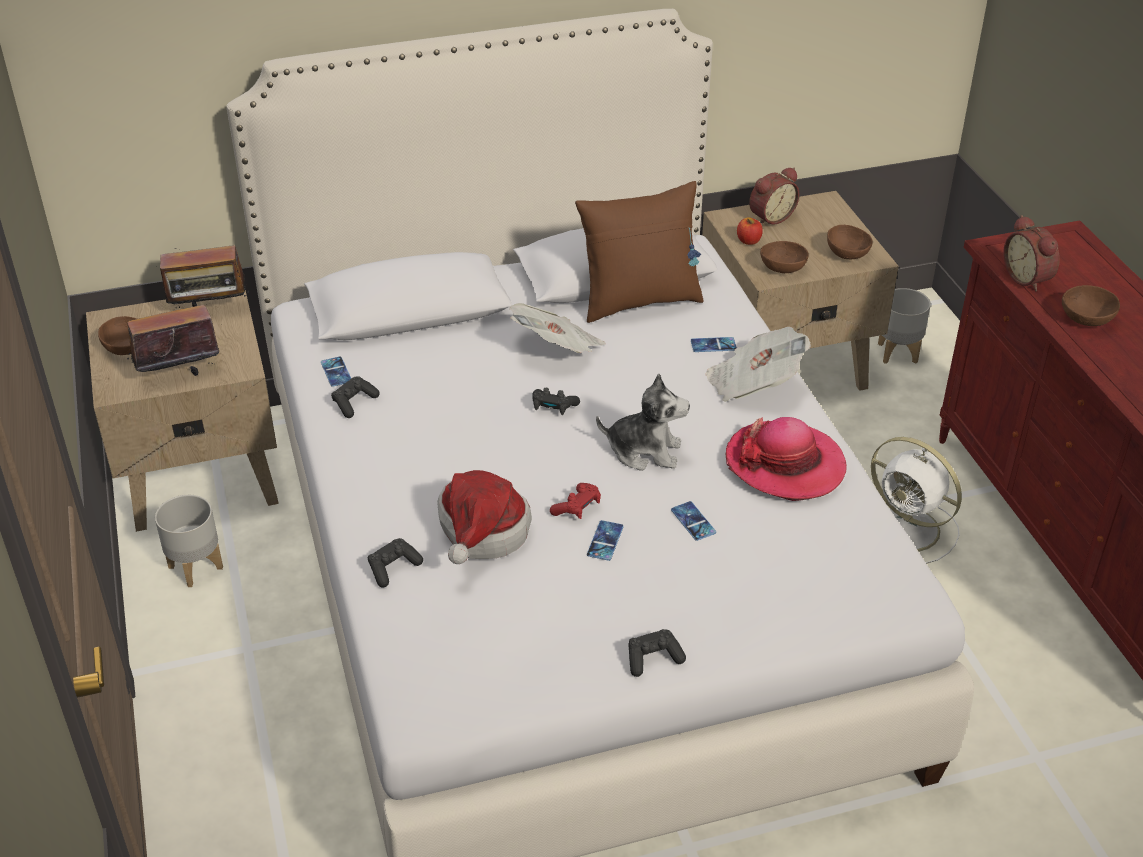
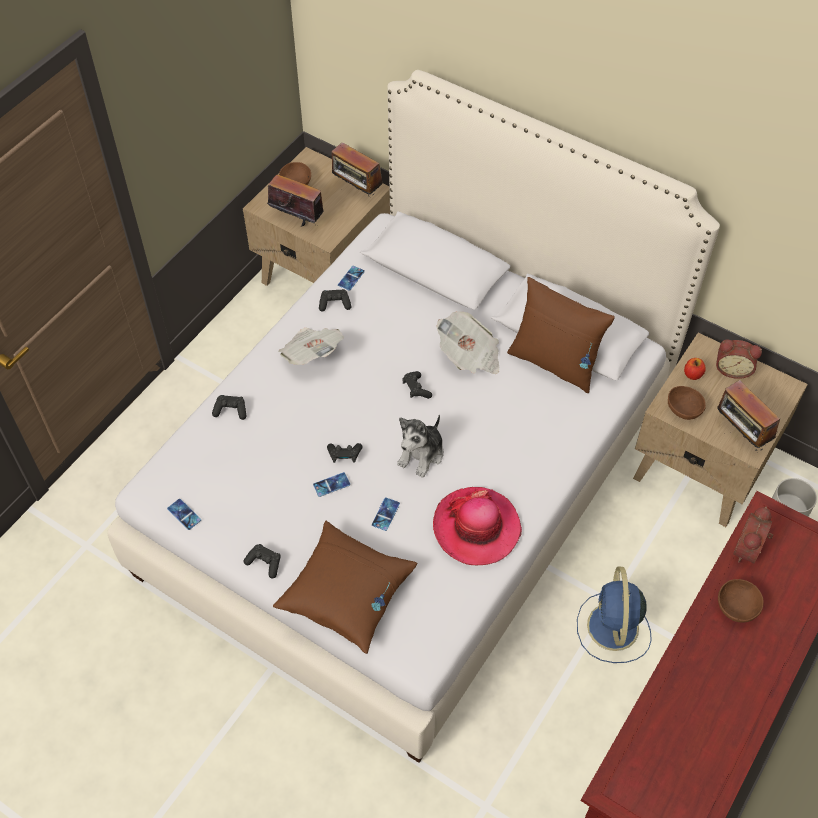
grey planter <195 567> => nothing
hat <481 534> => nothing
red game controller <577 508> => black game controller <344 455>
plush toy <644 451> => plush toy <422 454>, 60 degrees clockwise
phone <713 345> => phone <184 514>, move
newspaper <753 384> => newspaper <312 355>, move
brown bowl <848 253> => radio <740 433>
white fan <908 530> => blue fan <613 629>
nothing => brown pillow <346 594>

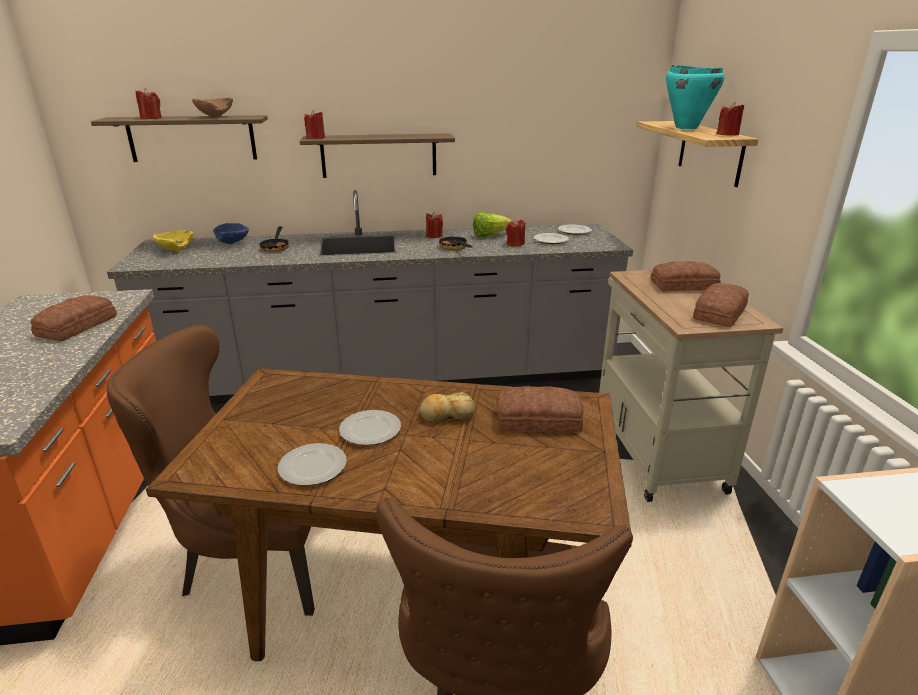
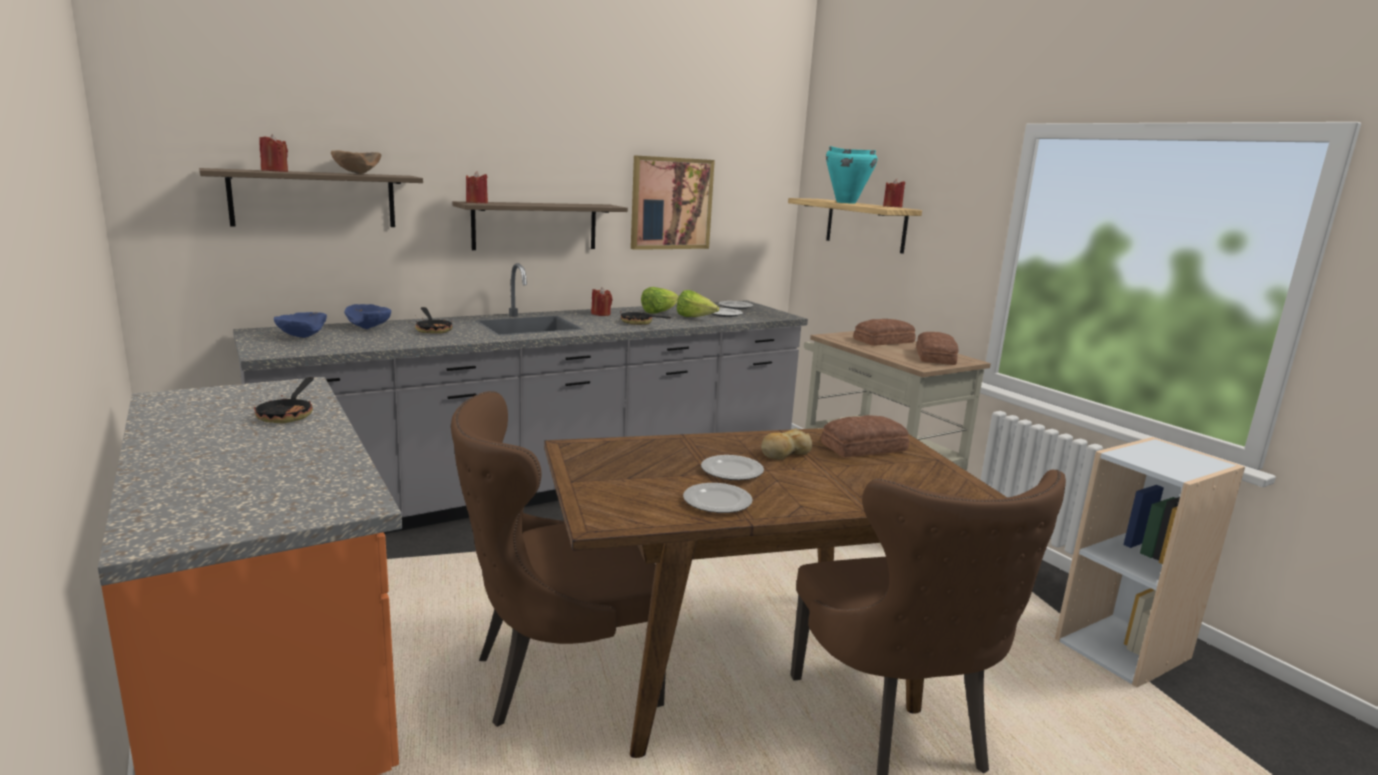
bread <79 326> => frying pan <289 414>
yellow bowl <176 250> => blue bowl <301 337>
red candle <515 244> => lettuce <694 318>
nothing => picture <671 203>

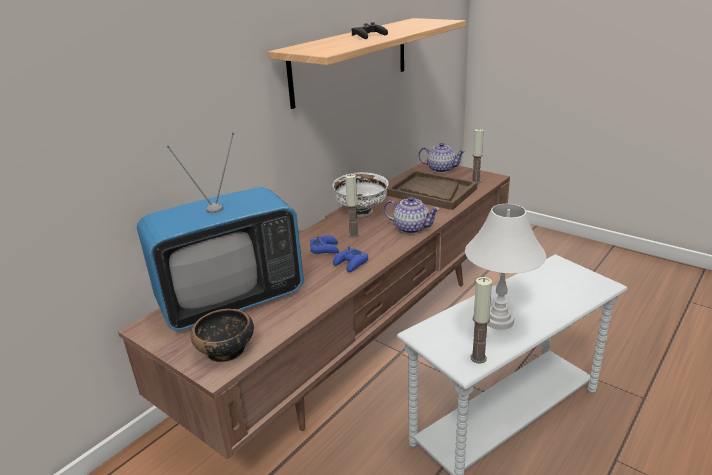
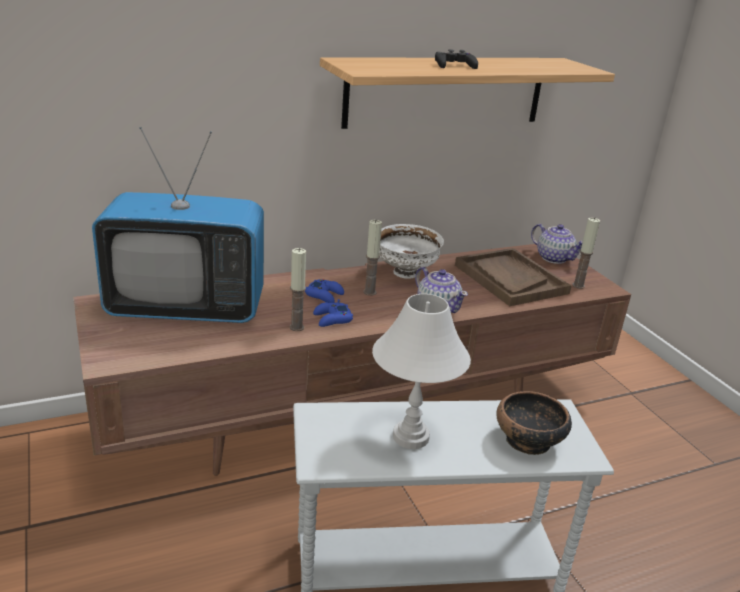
bowl <226 350> => bowl <528 441>, move
candle <478 358> => candle <296 327>, move

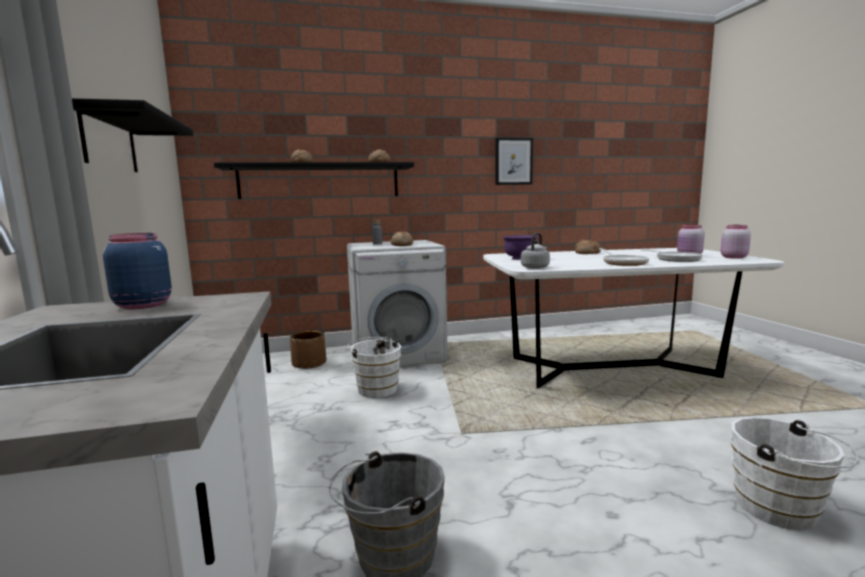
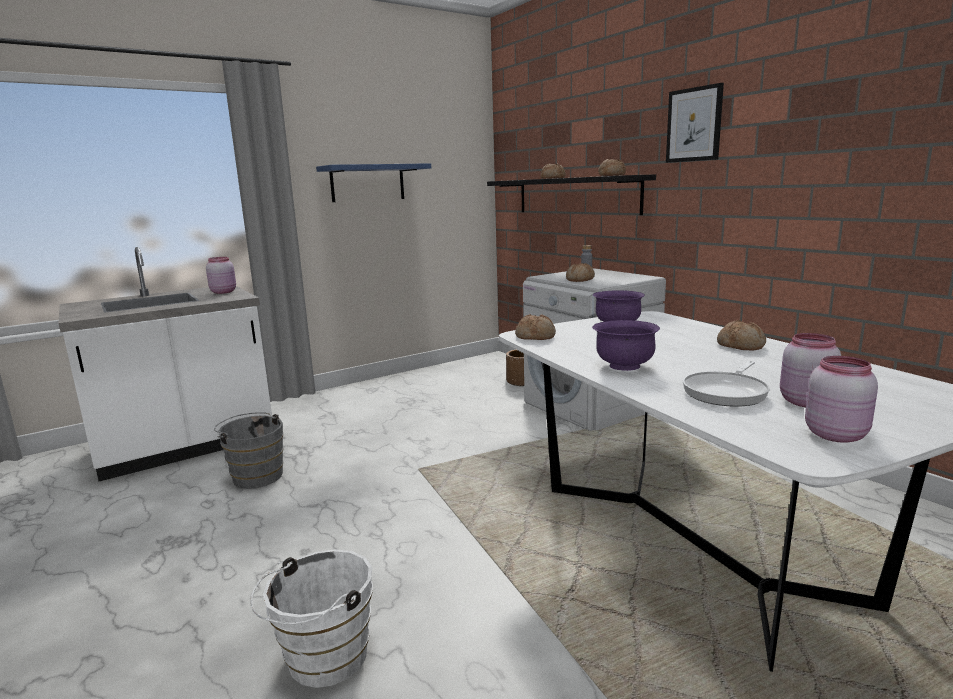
black shelf <109 142> => blue shelf <367 183>
blue jar <142 305> => pink jar <224 292>
white bucket <376 388> => nothing
picture <513 161> => picture <694 125>, move
grey kettle <535 267> => bread <536 336>
frying pan <623 263> => purple bowl <624 366>

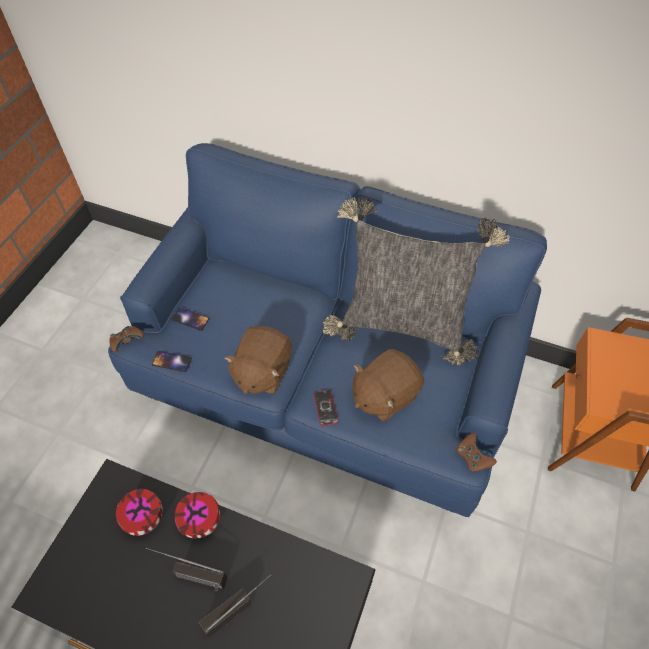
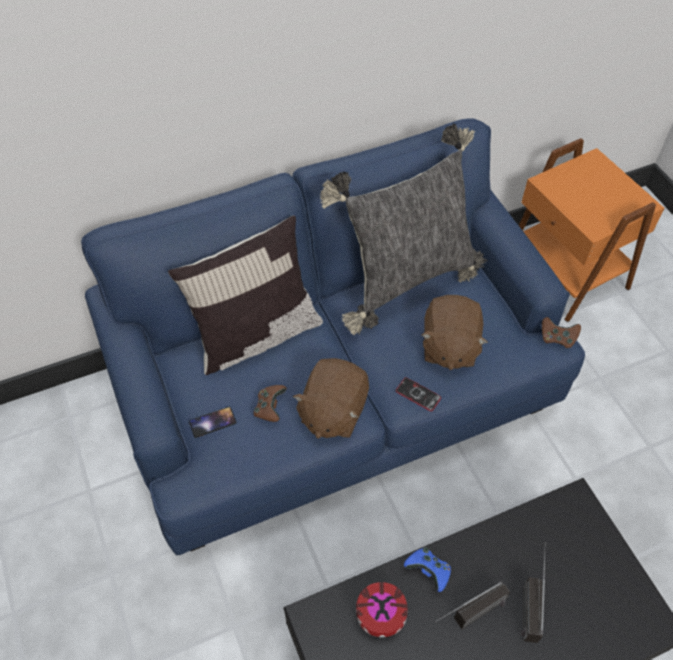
brown game controller <127 342> => brown game controller <270 408>, move
phone <172 361> => nothing
bowl <202 522> => blue game controller <428 571>
brown plush toy <262 372> => brown plush toy <332 411>, 45 degrees clockwise
nothing => pillow <256 335>

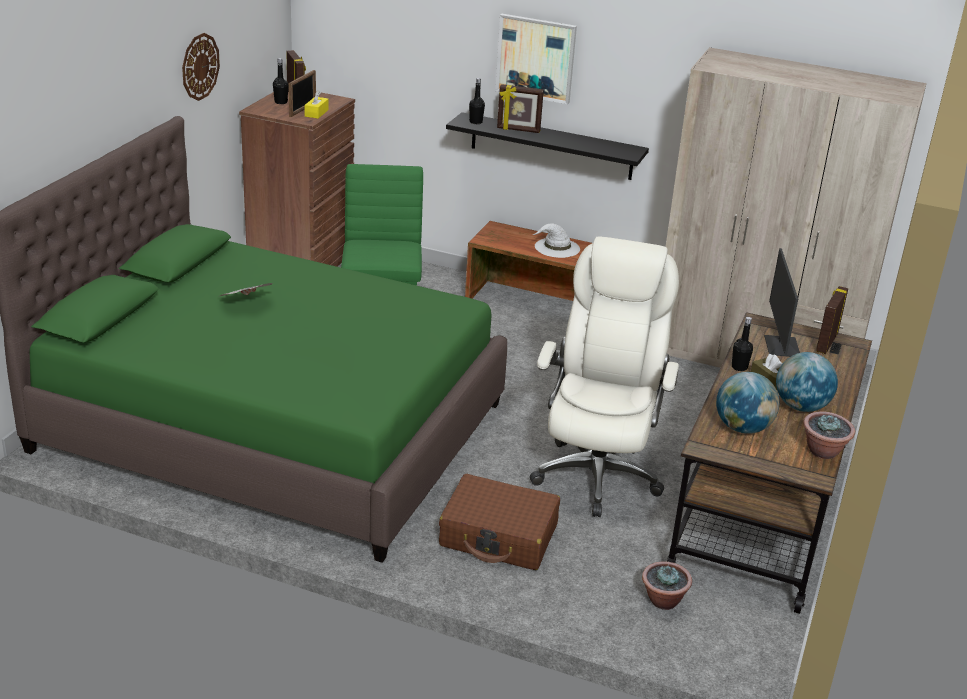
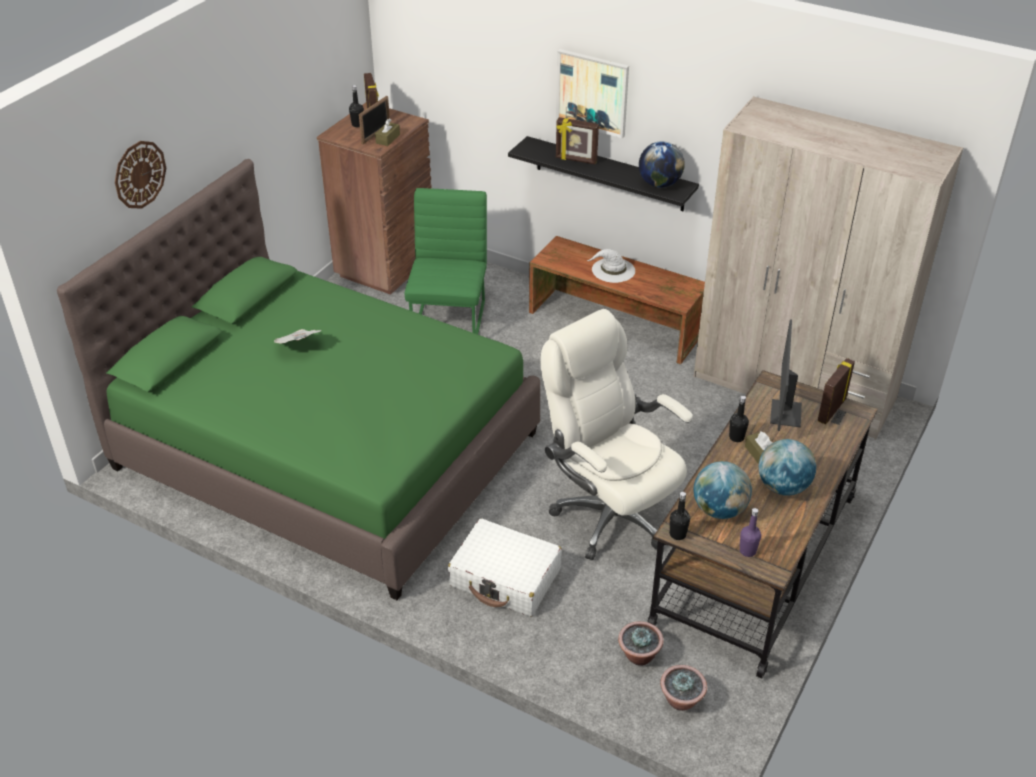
wall clock <200 66> => wall clock <139 174>, move
yellow tissue box <316 113> => brown tissue box <388 139>
brown suitcase <499 536> => white suitcase <505 578>
black bottle <476 122> => black bottle <678 534>, move
white office chair <597 475> => white office chair <609 516>, 60 degrees counterclockwise
potted plant <823 451> => potted plant <681 701>, move
nothing => globe <659 184>
nothing => purple bottle <747 551>

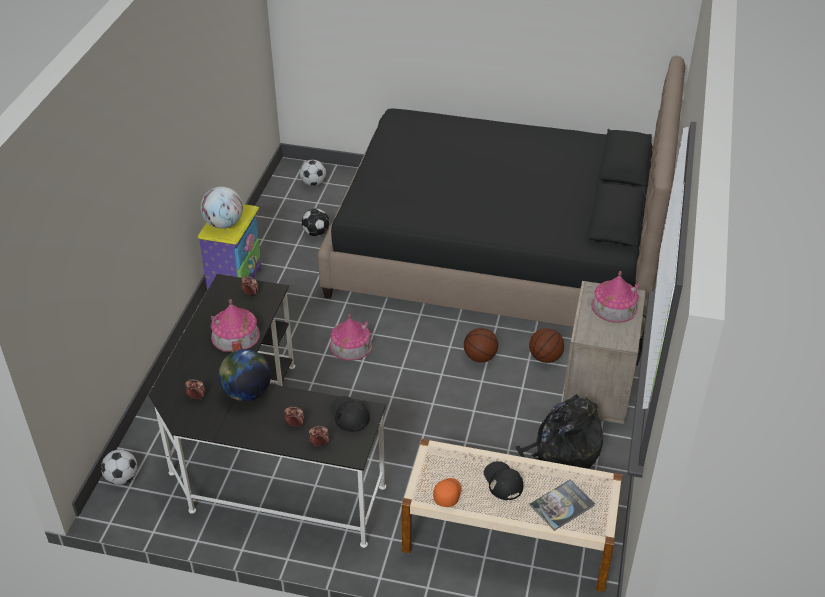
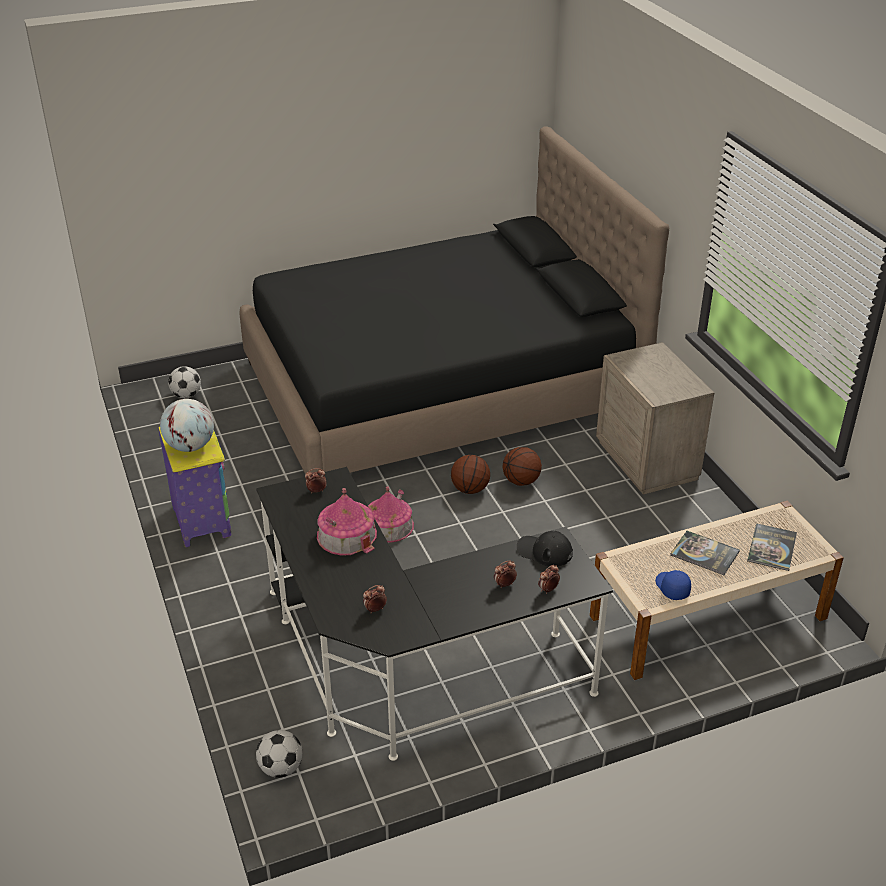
globe <246 392> => nothing
football <316 233> => nothing
orange cap <447 494> => blue cap <671 588>
black cap <503 481> => book <704 553>
black backpack <561 453> => nothing
basketball <545 357> => basketball <470 489>, move
toy house <614 306> => nothing

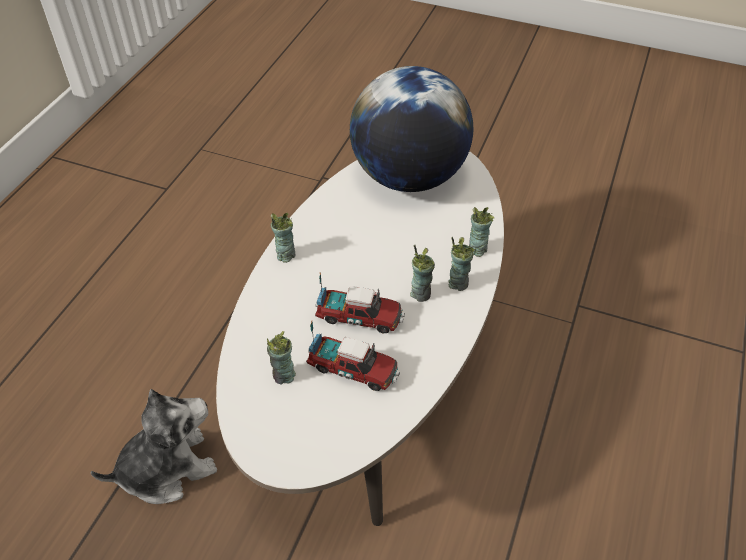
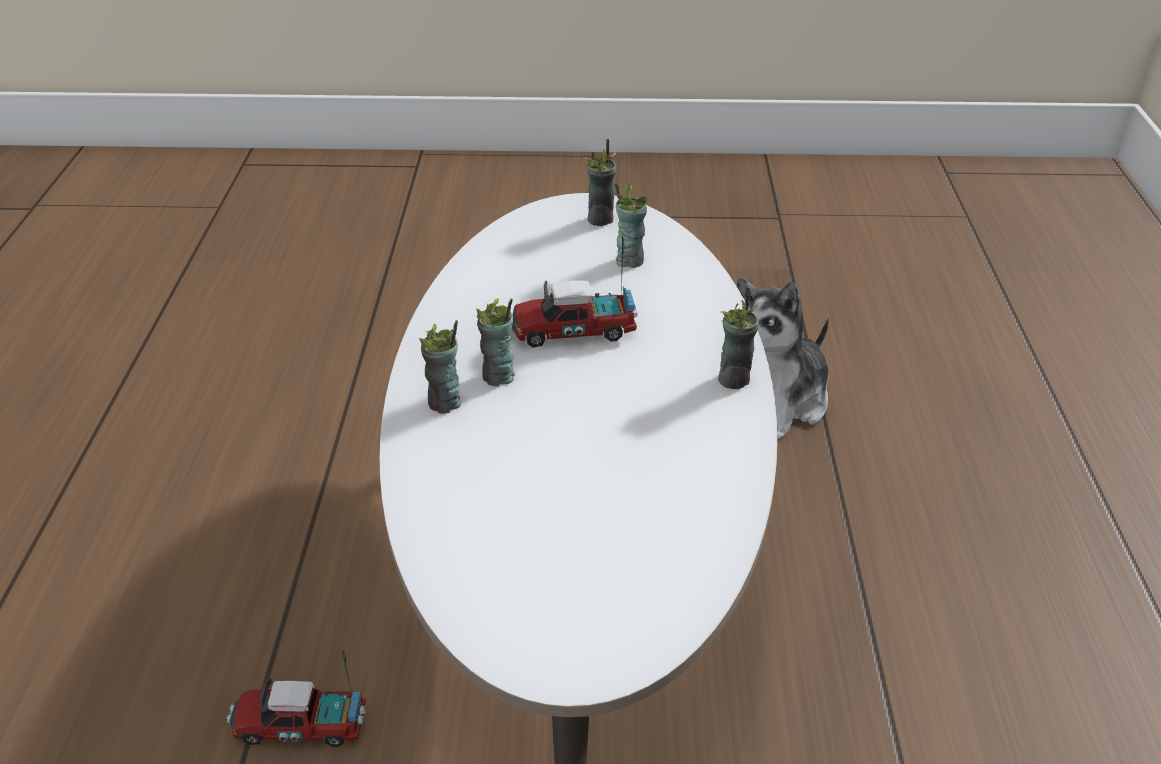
toy truck <354 369> => toy truck <299 726>, move
globe <409 177> => nothing
cup <477 249> => cup <601 219>, move

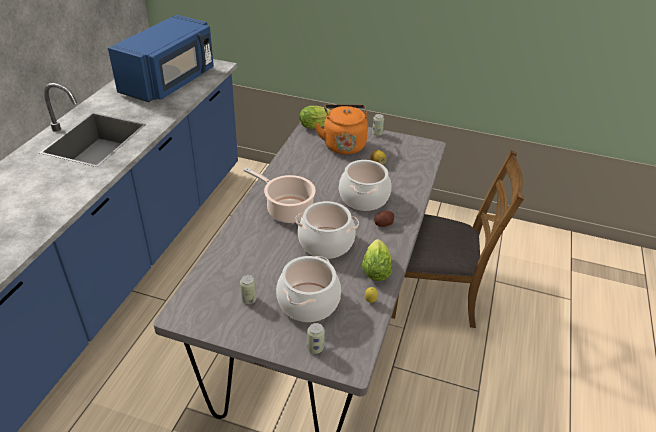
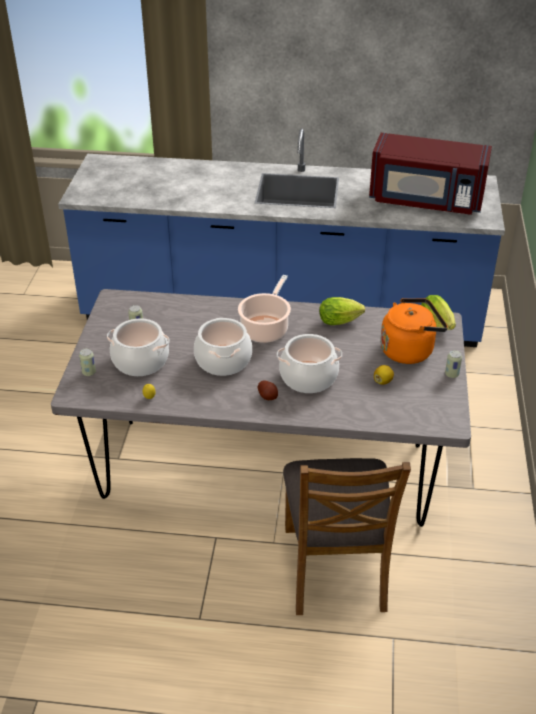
blue microwave <170 82> => red microwave <426 200>
lettuce <376 268> => lettuce <341 321>, move

